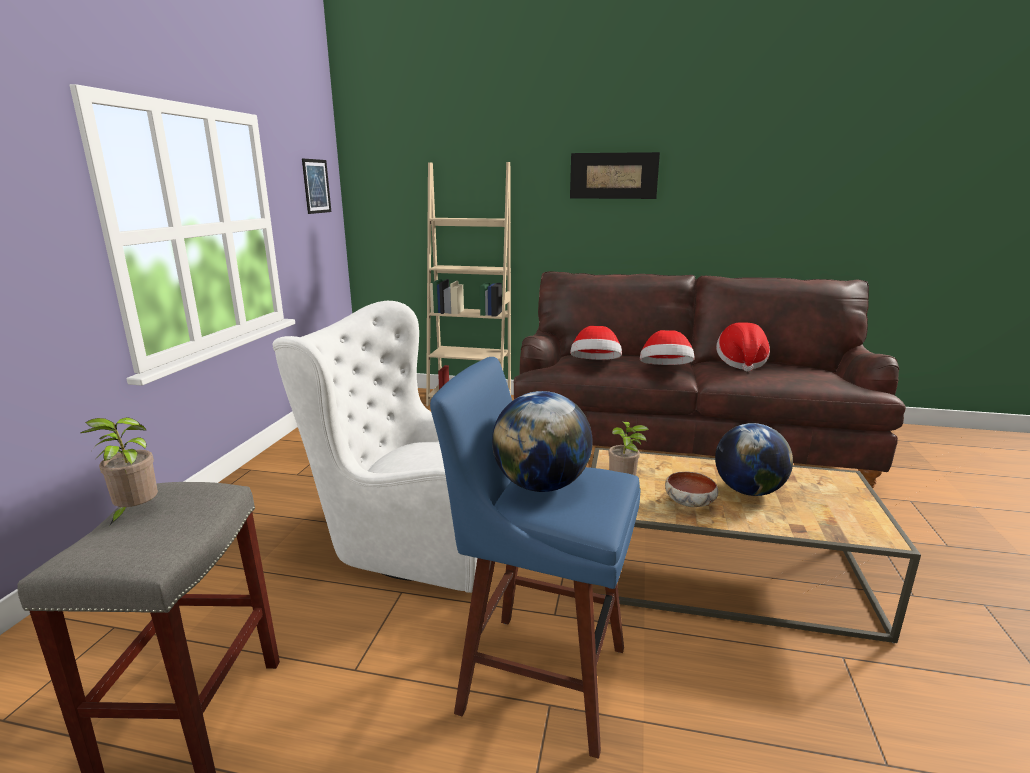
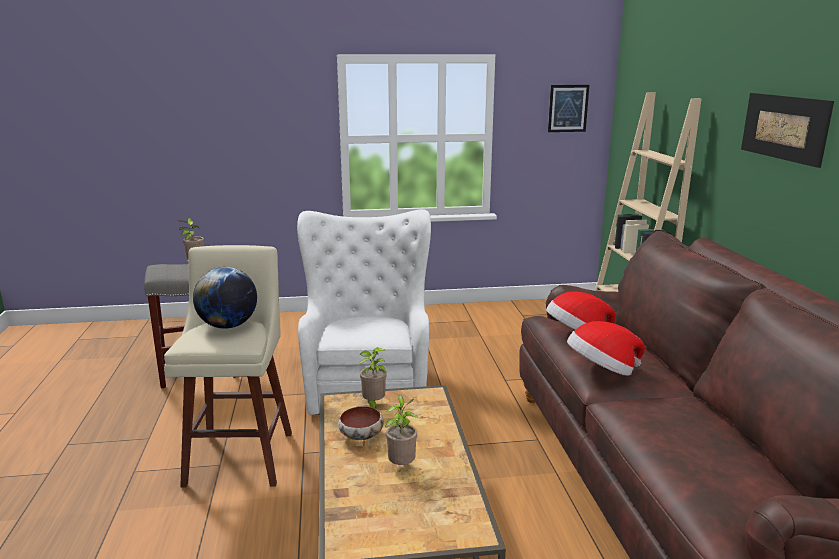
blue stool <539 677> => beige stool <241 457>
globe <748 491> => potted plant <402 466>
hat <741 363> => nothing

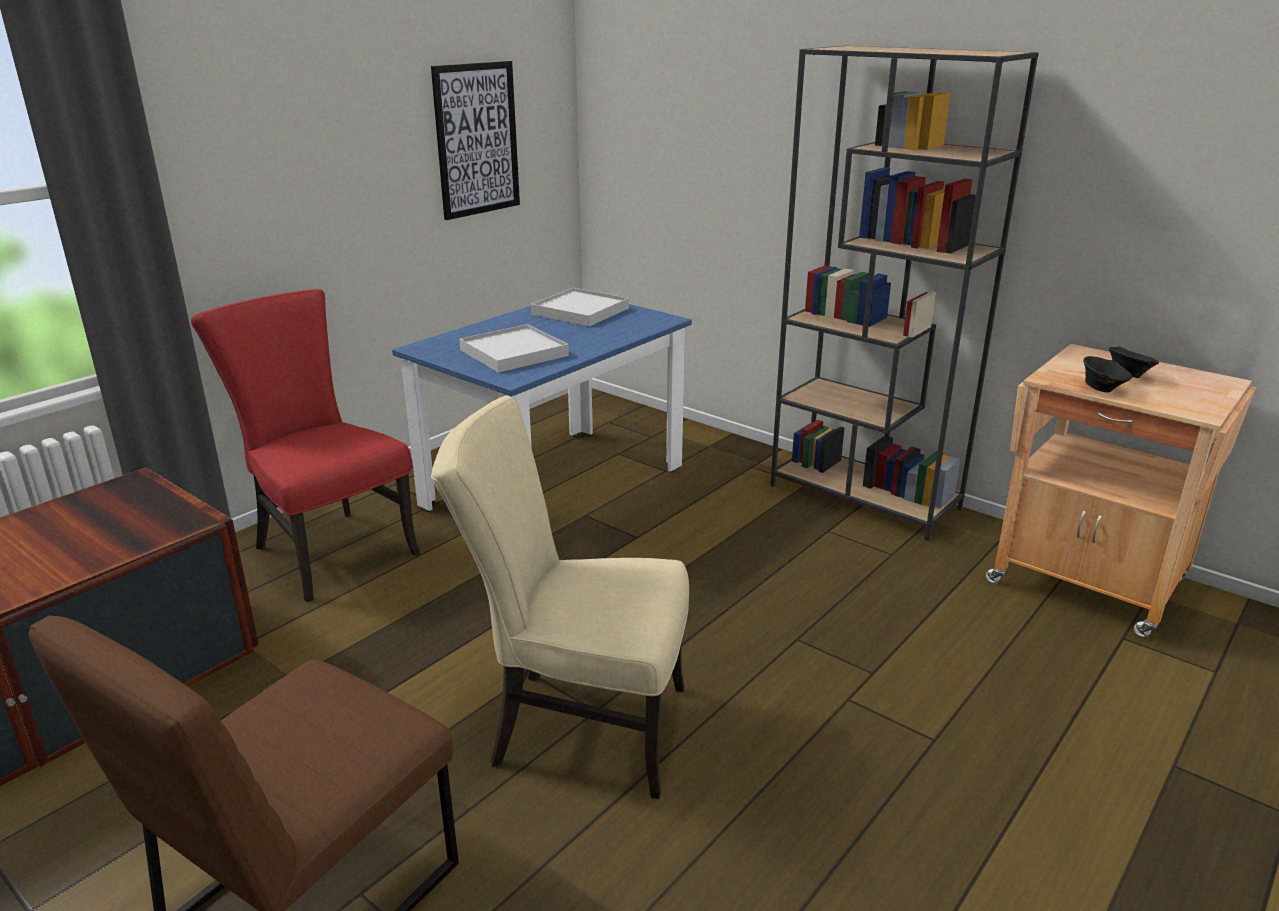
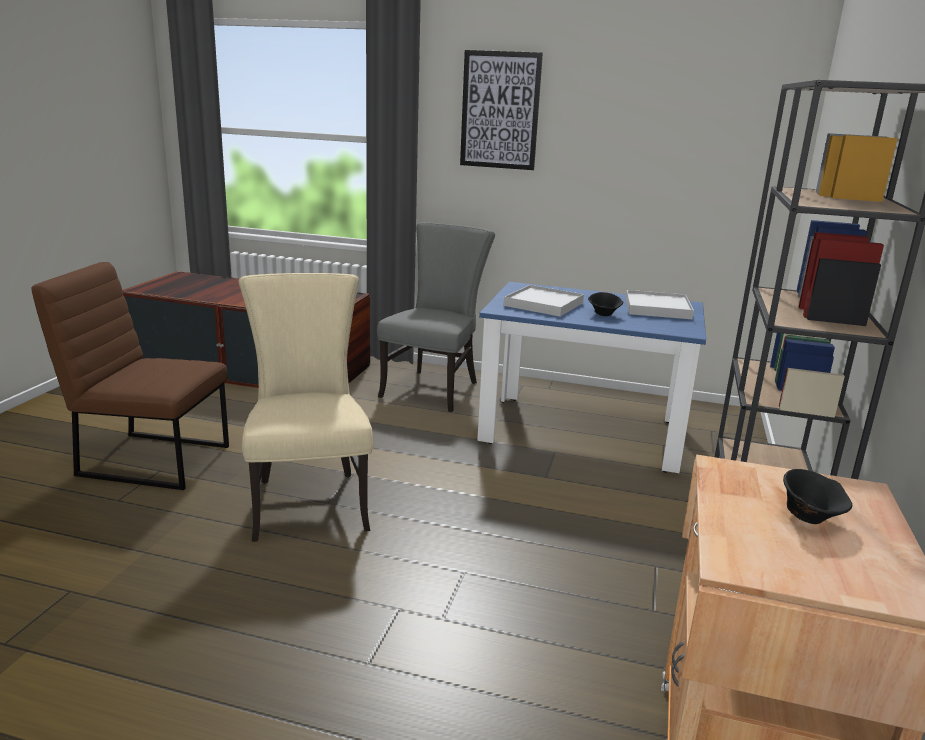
red chair <328 548> => grey chair <434 387>
picture <476 140> => picture <500 110>, move
black bowl <1102 389> => black bowl <604 314>, move

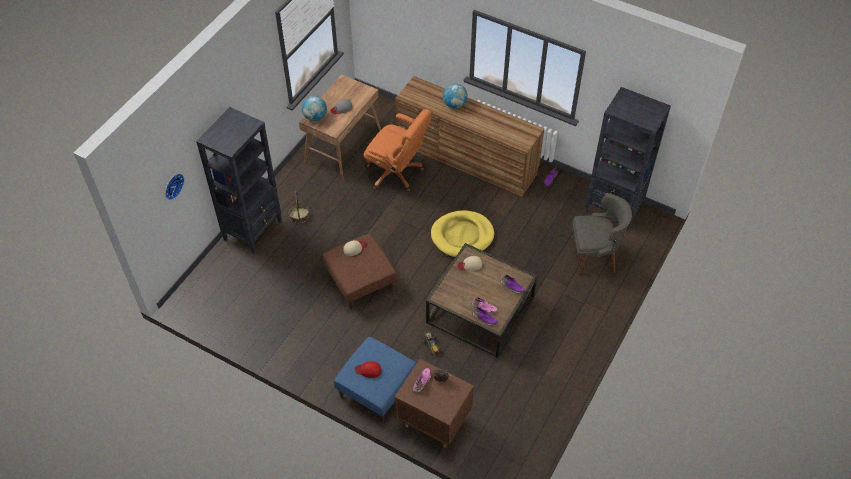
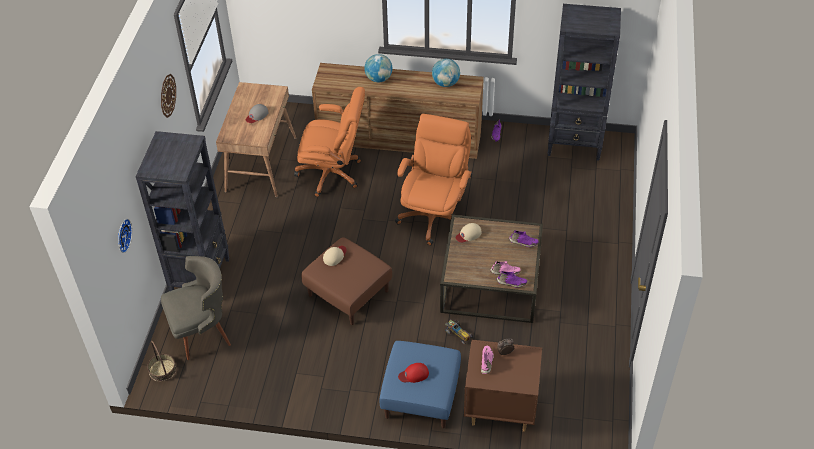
basket <299 215> => basket <162 370>, move
globe <315 117> => globe <445 83>, move
yellow dog bed <462 236> => orange office chair <434 215>
grey chair <593 257> => grey chair <202 335>, move
nothing => wall clock <167 95>

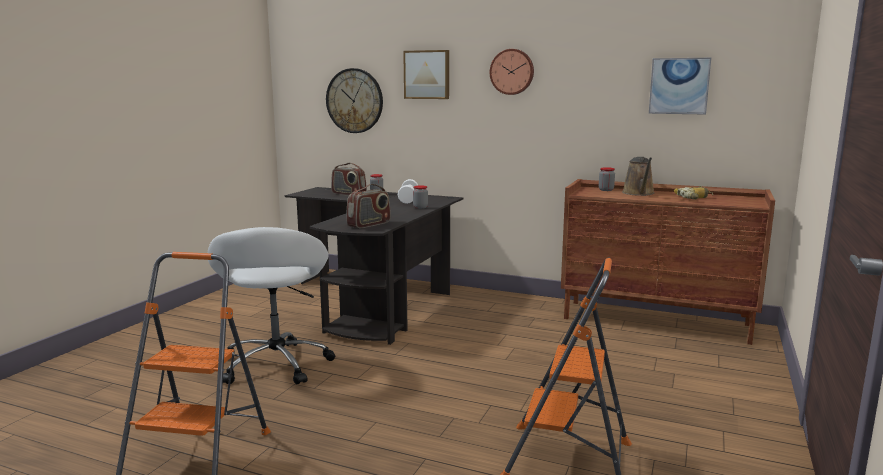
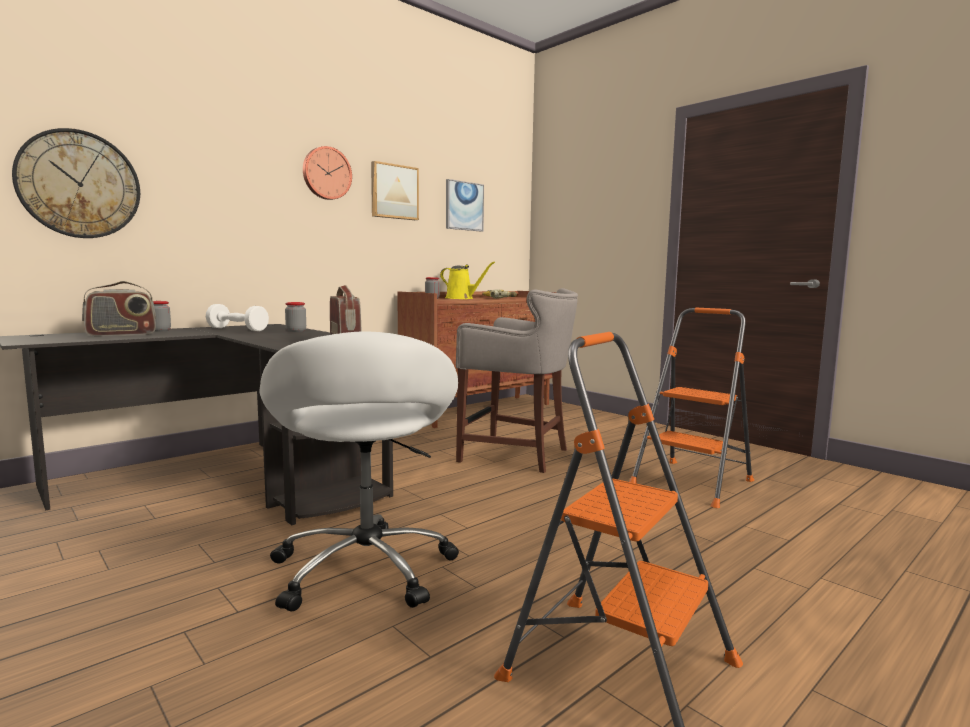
white office chair <275 366> => white office chair <364 572>, 60 degrees clockwise
picture <427 74> => picture <393 192>, move
brown watering can <639 193> => yellow watering can <461 298>
nothing => grey stool <518 455>

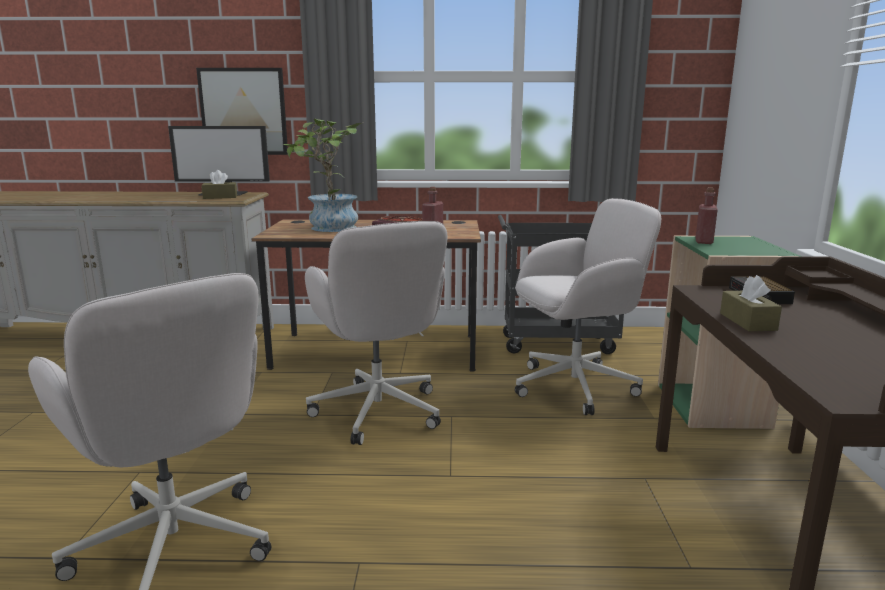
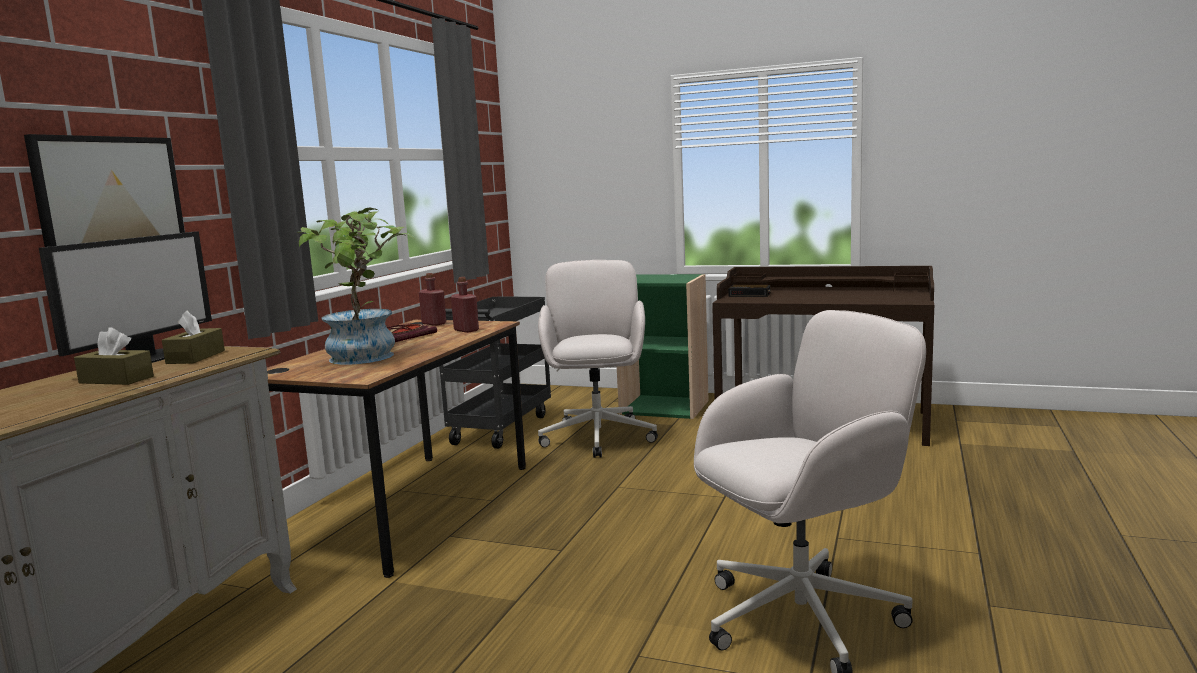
white office chair <377 411> => nothing
red bottle <704 241> => red bottle <434 323>, move
brown tissue box <747 321> => brown tissue box <116 380>, move

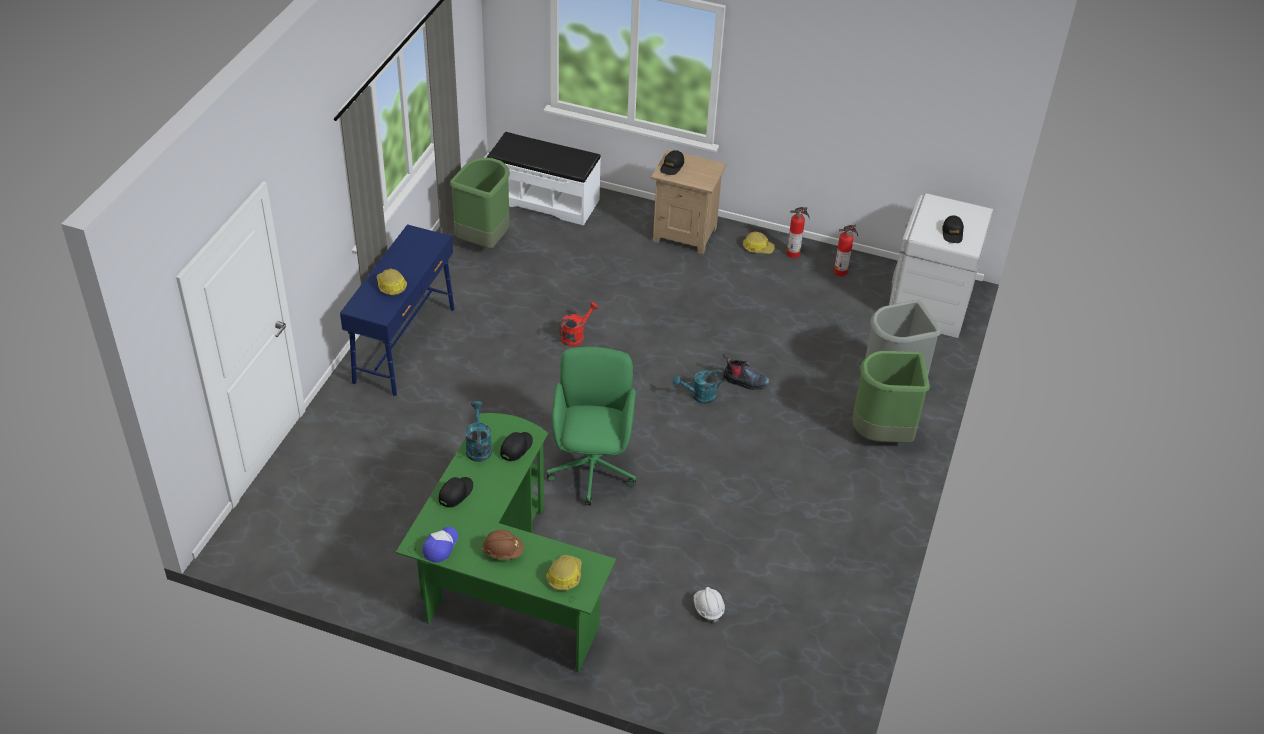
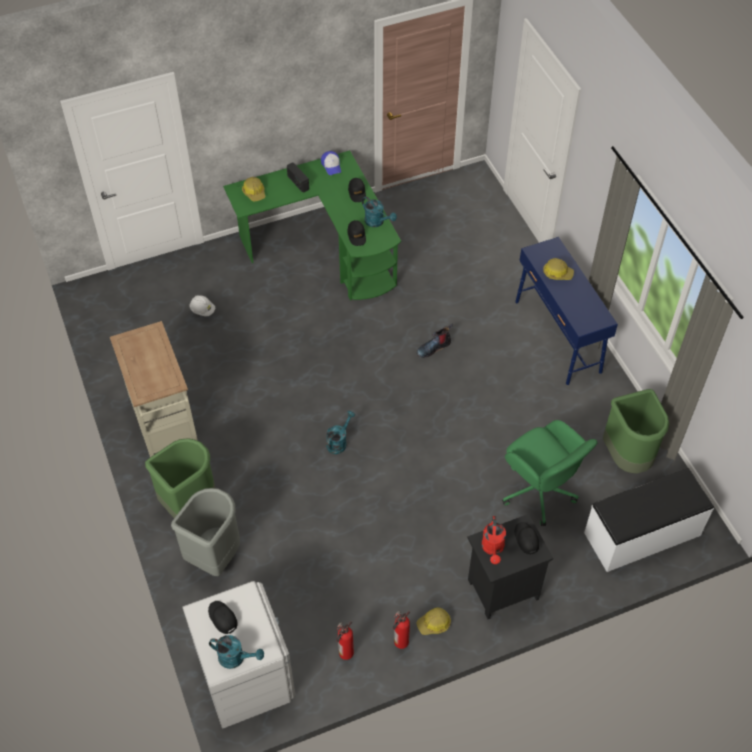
brown hard hat <503 552> => radio <298 183>
green office chair <592 471> => green office chair <538 493>, move
red watering can <575 336> => red watering can <493 549>, move
beige nightstand <685 236> => black nightstand <501 588>
boot <744 382> => boot <434 347>, move
nothing => beige cart <165 425>
nothing => turquoise watering can <236 658>

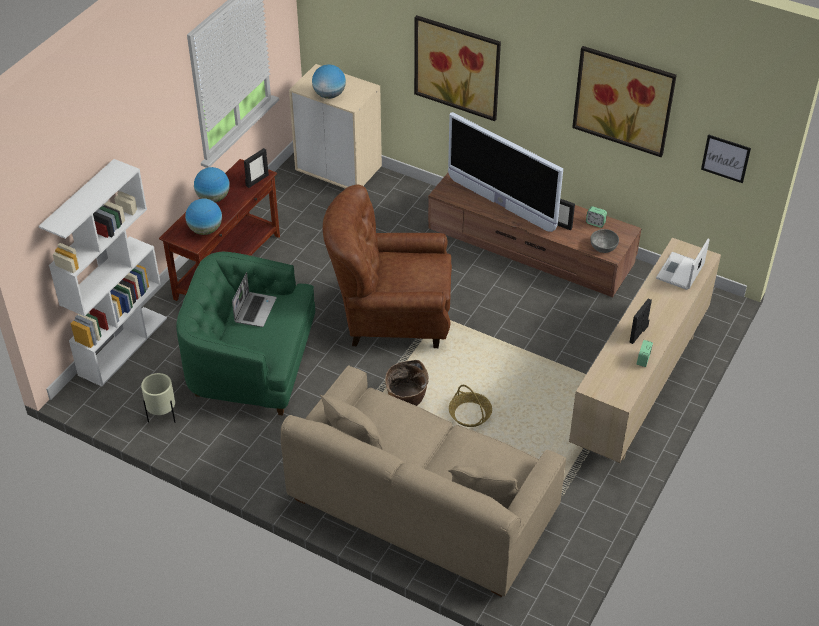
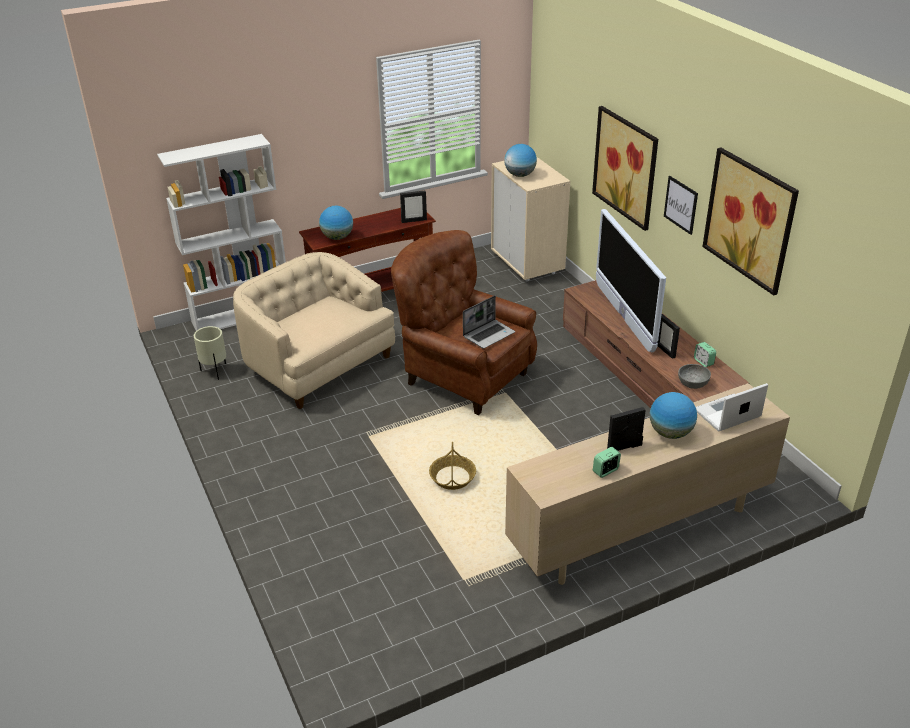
green armchair <251 364> => beige armchair <317 364>
globe <213 198> => globe <670 433>, move
laptop <255 310> => laptop <489 334>, move
beige sofa <423 505> => nothing
basket <406 400> => nothing
picture <725 158> => picture <681 205>, move

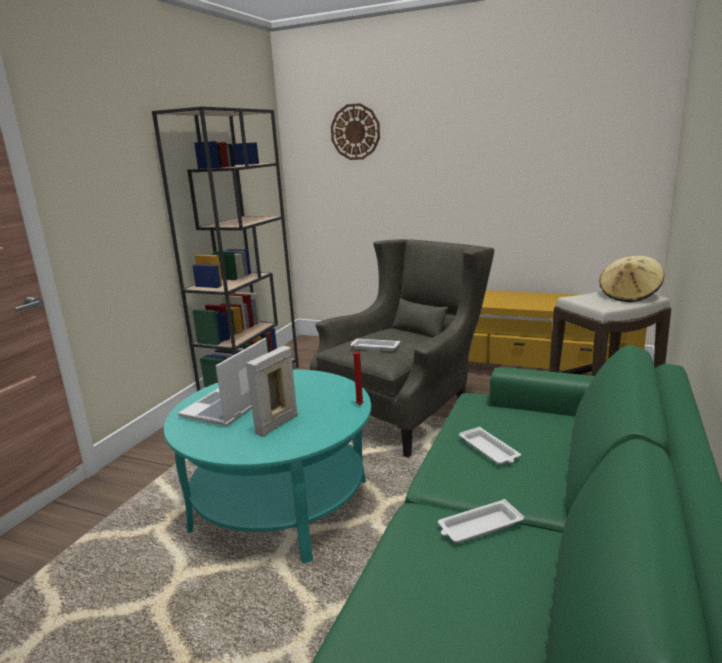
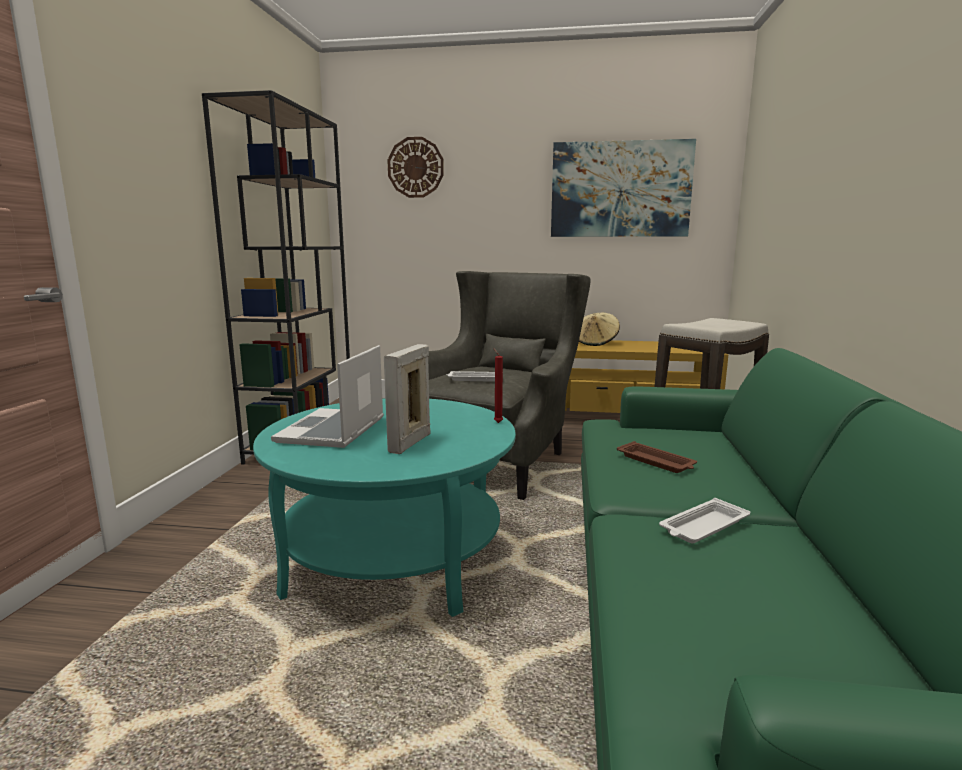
white tray <489 450> => brown tray <656 462>
beige hat <629 296> => beige hat <596 343>, move
nothing => picture <620 189>

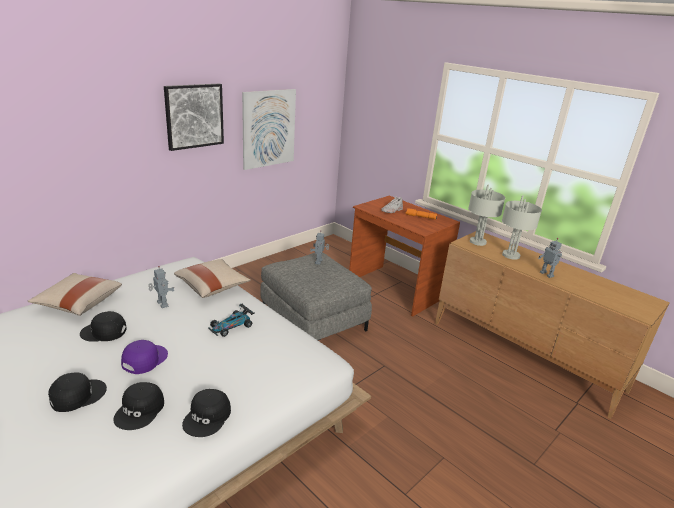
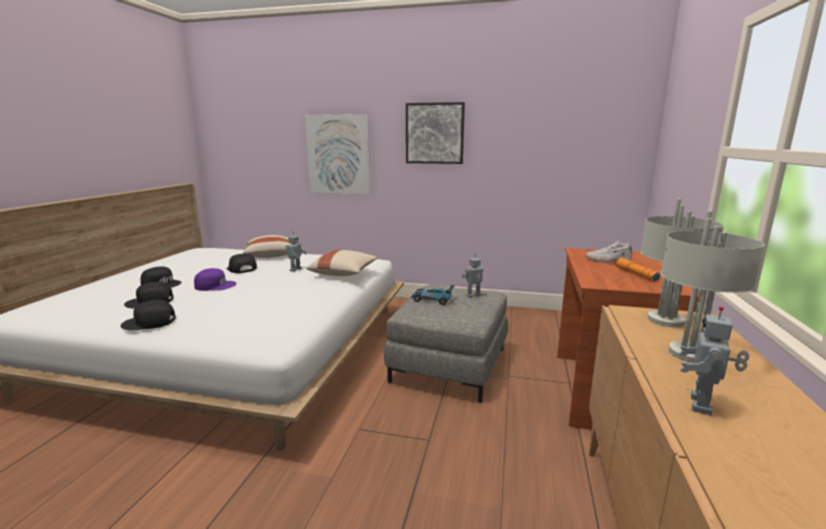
toy car <231 326> => toy car <432 299>, move
picture <269 128> => picture <338 154>, move

